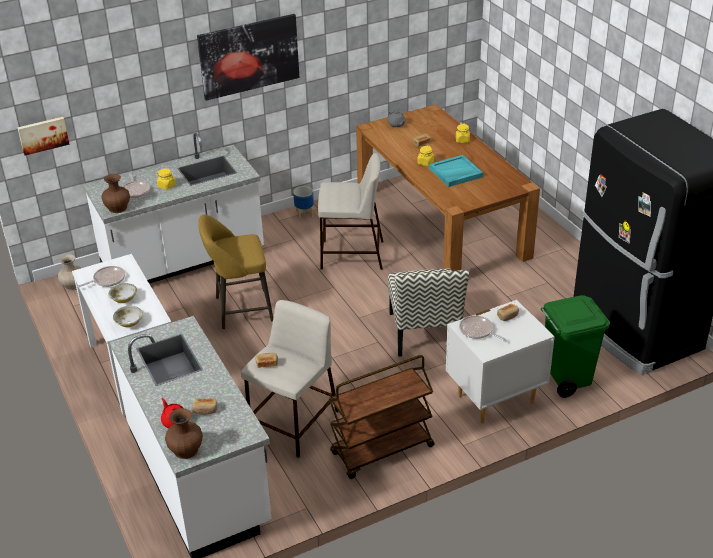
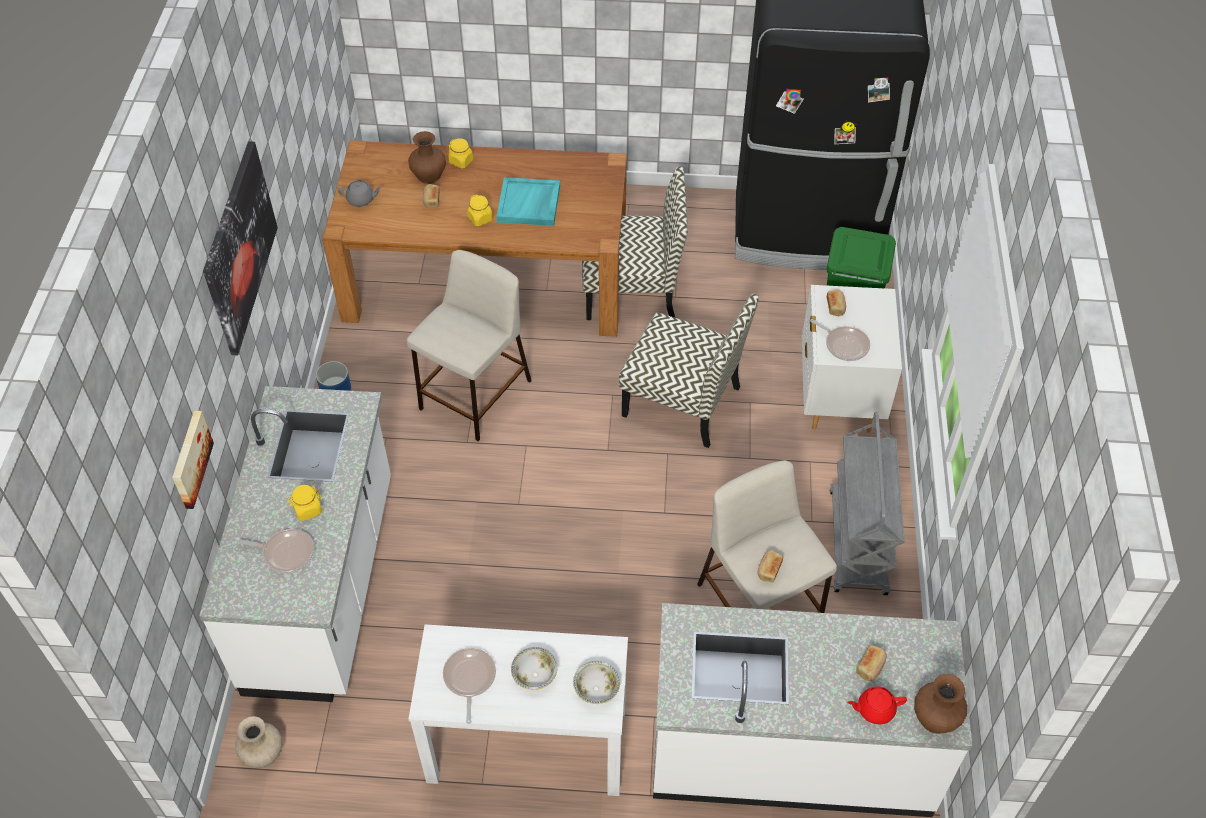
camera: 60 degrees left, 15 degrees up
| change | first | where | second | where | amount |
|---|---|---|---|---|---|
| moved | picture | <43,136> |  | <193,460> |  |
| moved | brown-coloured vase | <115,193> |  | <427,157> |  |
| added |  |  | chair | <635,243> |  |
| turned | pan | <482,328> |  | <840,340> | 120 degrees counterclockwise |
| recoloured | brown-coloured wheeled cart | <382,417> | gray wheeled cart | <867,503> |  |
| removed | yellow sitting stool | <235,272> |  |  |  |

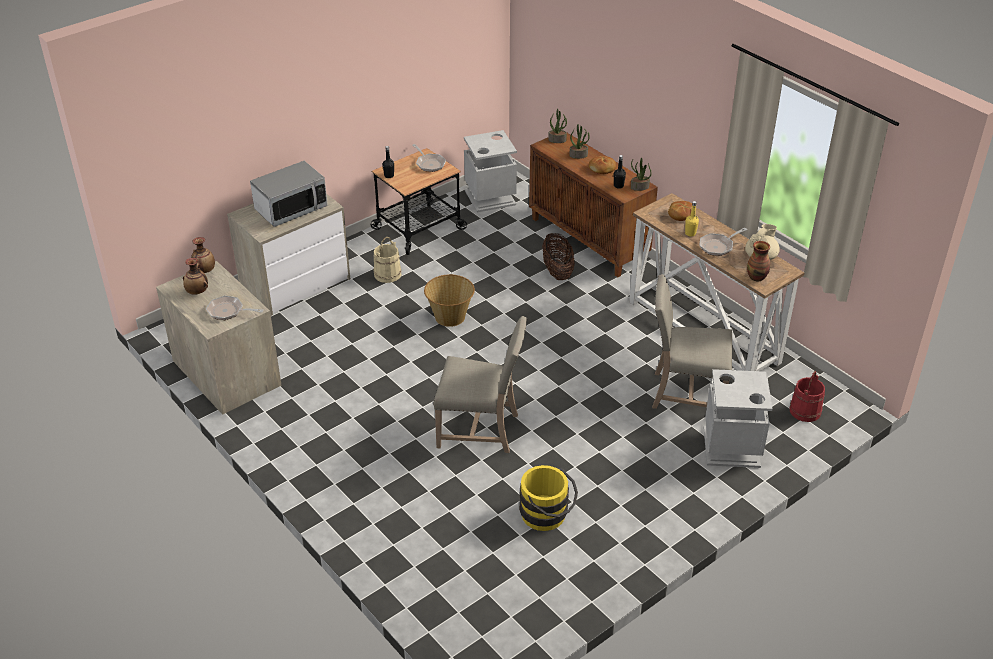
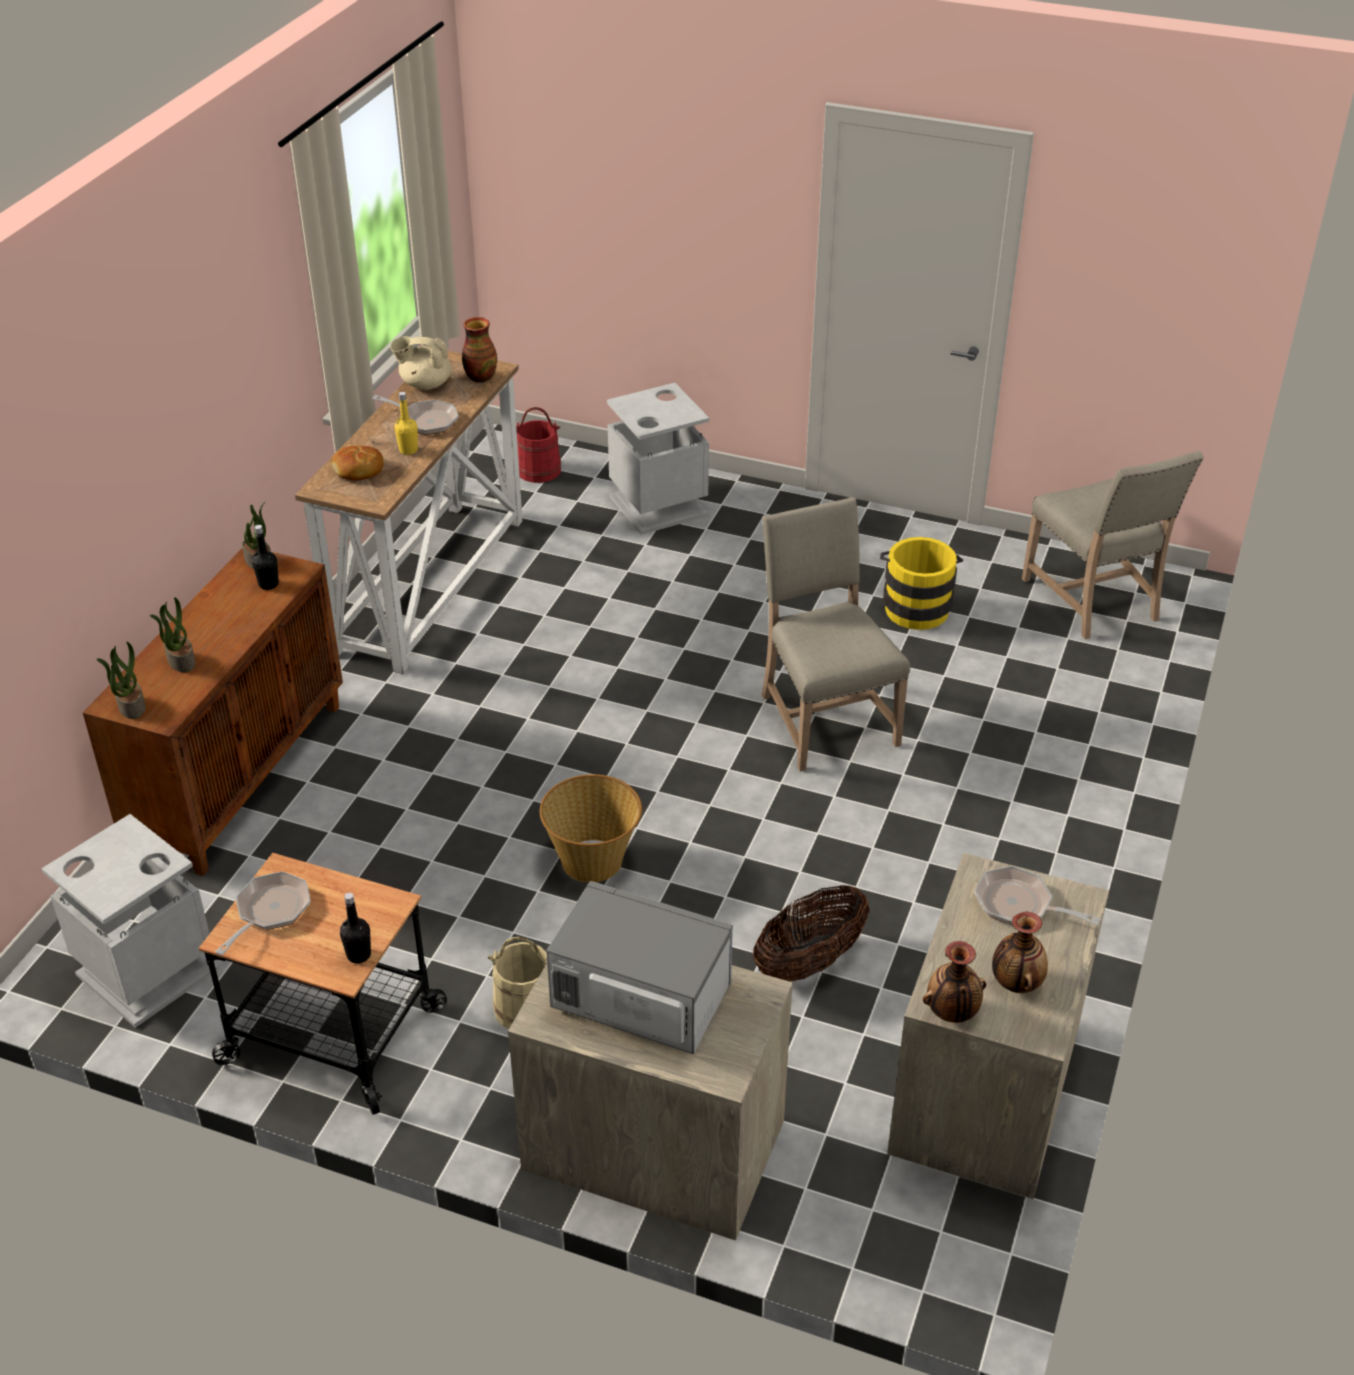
camera: 120 degrees left, 0 degrees up
| change | first | where | second | where | amount |
|---|---|---|---|---|---|
| moved | household basket | <558,256> |  | <811,933> |  |
| turned | pan | <234,308> |  | <1037,895> | 135 degrees clockwise |
| moved | sand-coloured chair | <692,341> |  | <1113,545> |  |
| removed | baked bread | <602,165> |  |  |  |

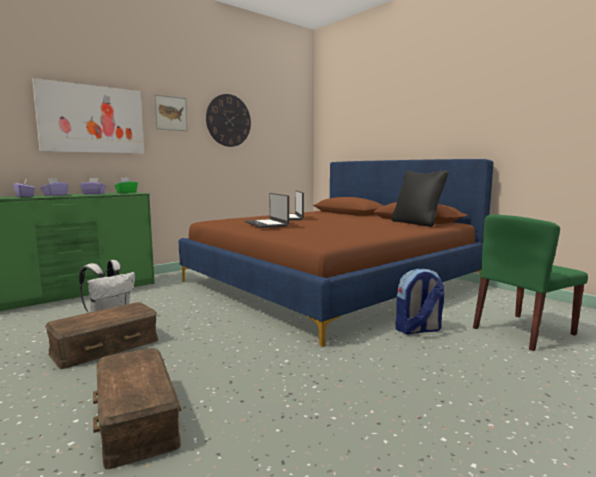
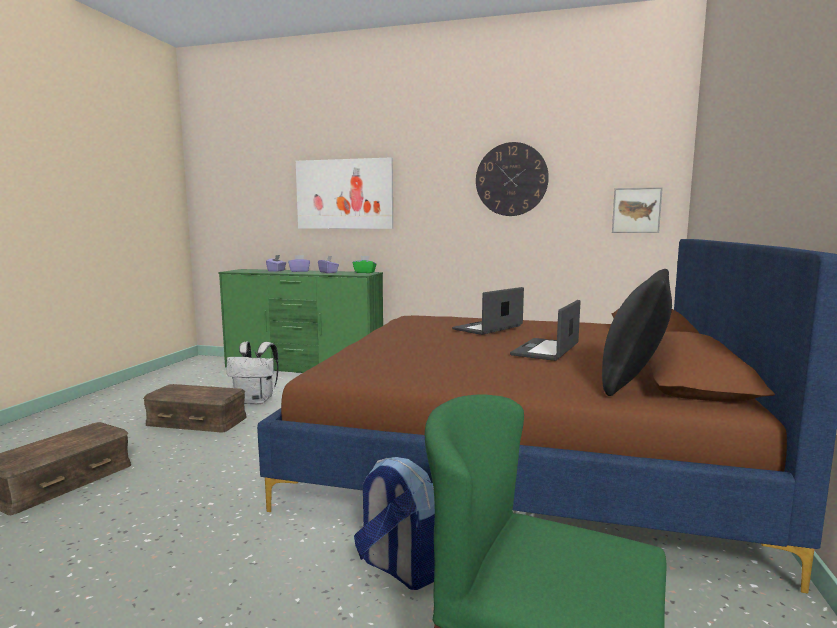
camera: 55 degrees right, 0 degrees up
| change | first | where | second | where | amount |
|---|---|---|---|---|---|
| moved | portable computer | <267,210> |  | <545,330> |  |
| moved | picture | <171,112> |  | <637,210> |  |

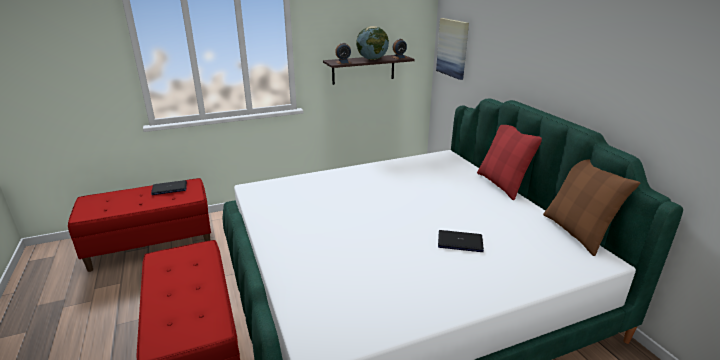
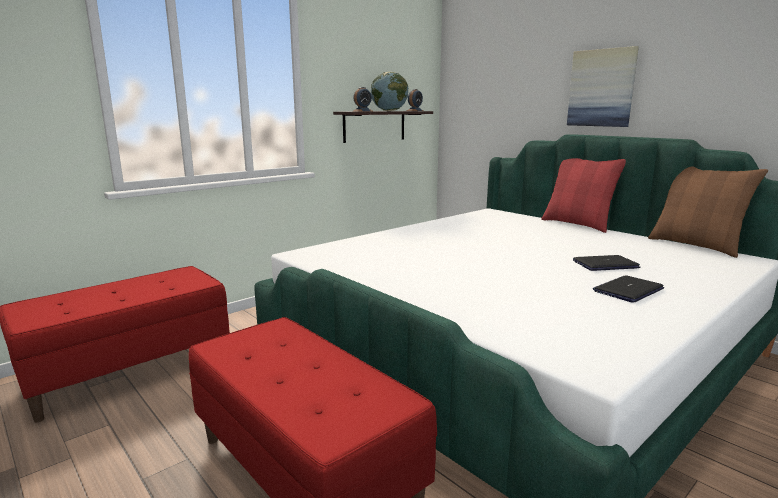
camera: 20 degrees left, 10 degrees down
| change | first | where | second | where | amount |
|---|---|---|---|---|---|
| moved | picture | <452,49> |  | <603,86> |  |
| moved | portable computer | <169,187> |  | <628,289> |  |

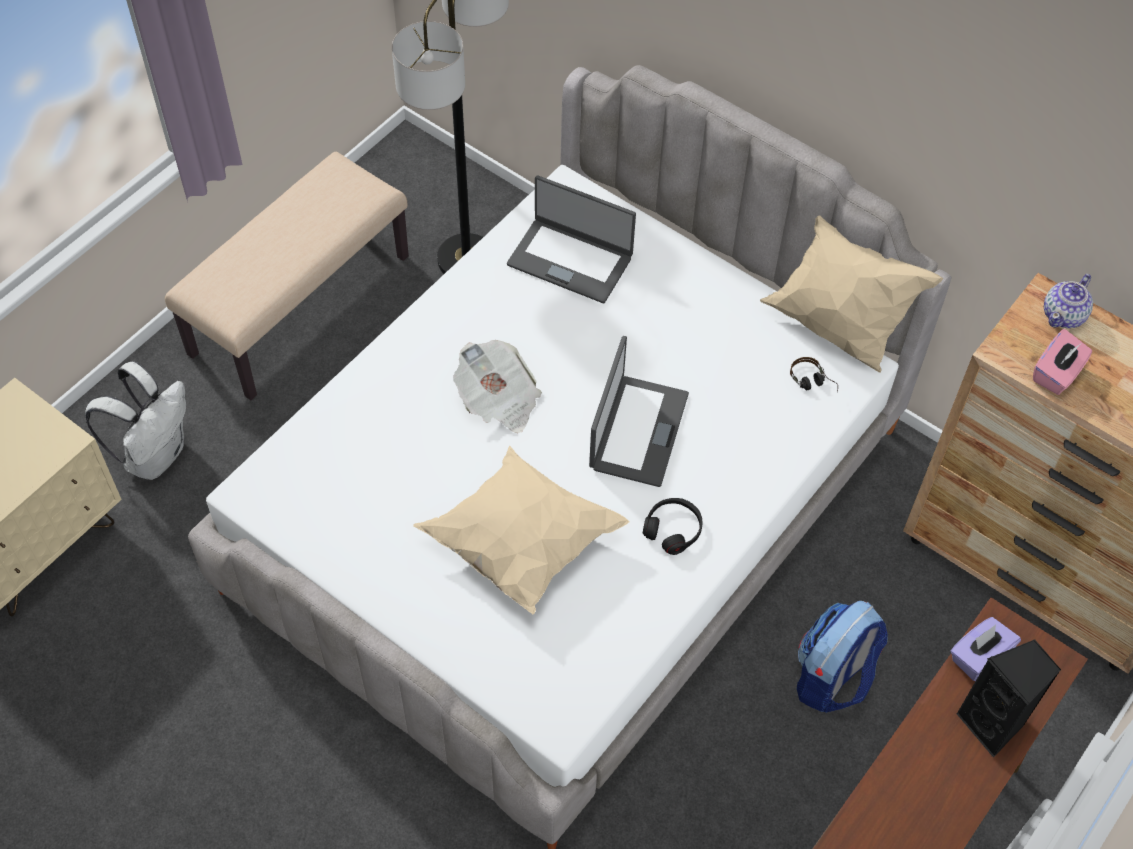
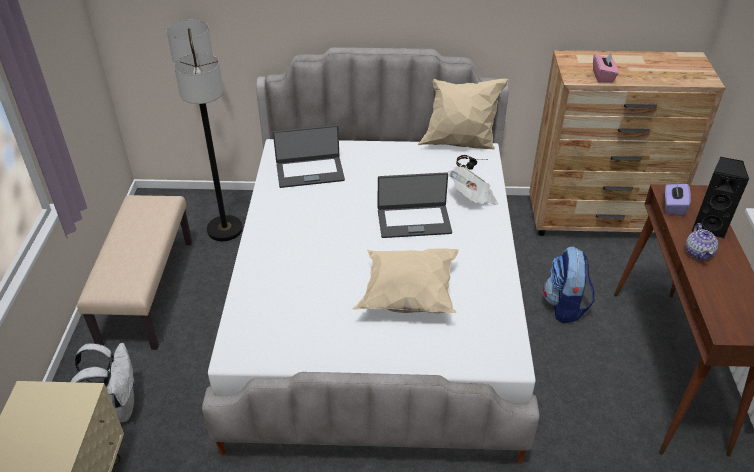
camera: 35 degrees left, 15 degrees down
| change | first | where | second | where | amount |
|---|---|---|---|---|---|
| turned | portable computer | <639,411> |  | <415,205> | 105 degrees clockwise |
| moved | daily paper | <497,386> |  | <473,186> |  |
| moved | tea pot | <1068,301> |  | <701,242> |  |
| removed | black headset | <672,526> |  |  |  |

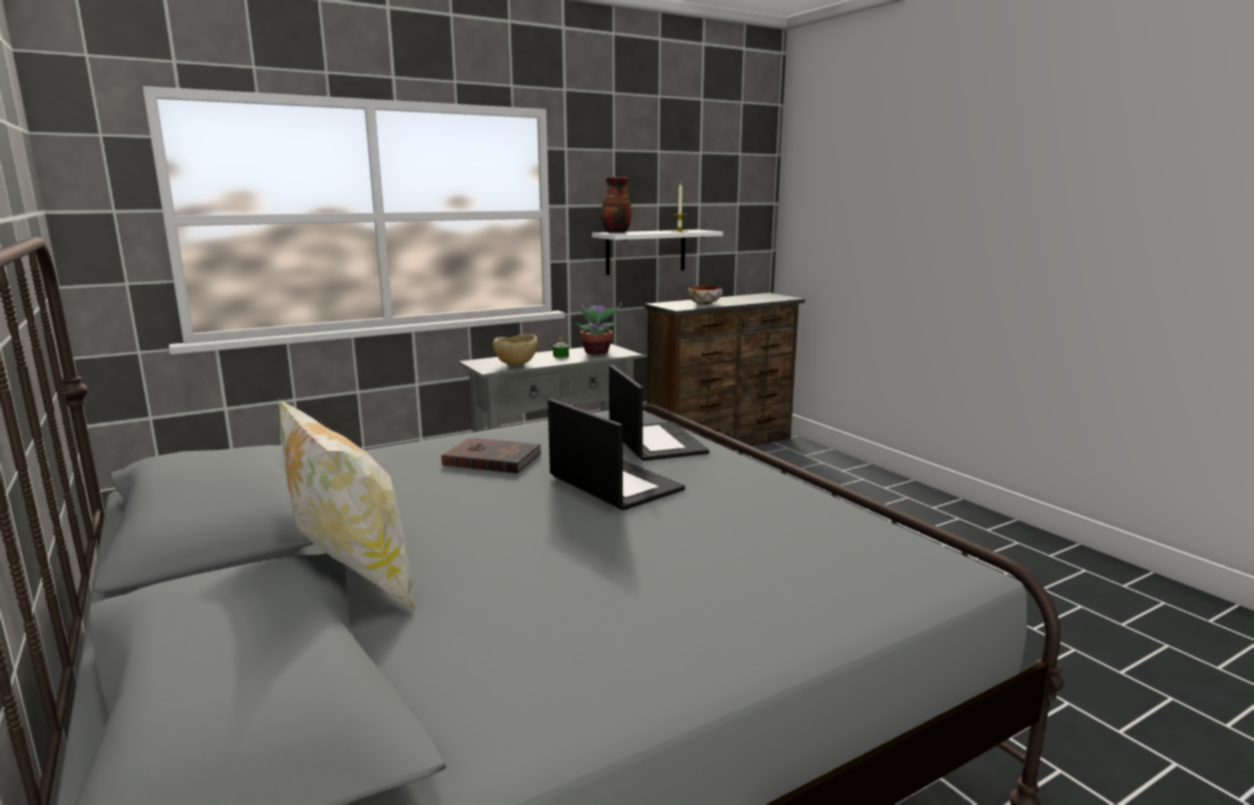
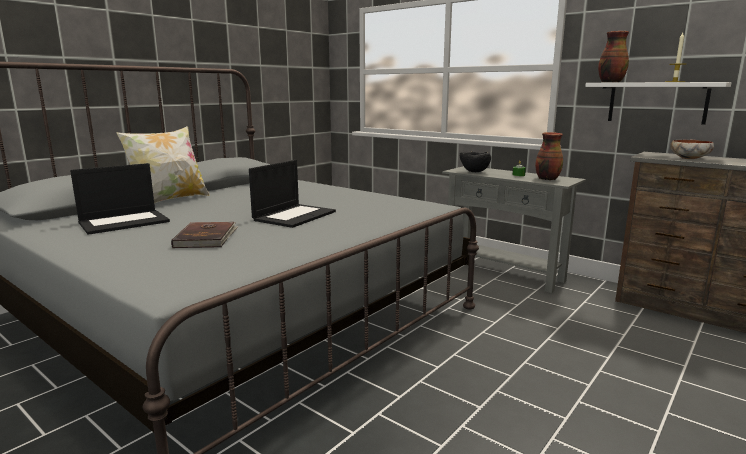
camera: 70 degrees right, 0 degrees up
| change | first | where | second | where | amount |
|---|---|---|---|---|---|
| moved | portable computer | <659,413> |  | <120,199> |  |
| moved | brown-coloured volume | <491,455> |  | <205,235> |  |
| recoloured | sand-coloured bowl | <515,350> | black bowl | <475,161> |  |
| replaced | potted plant | <599,326> | vase | <549,156> |  |

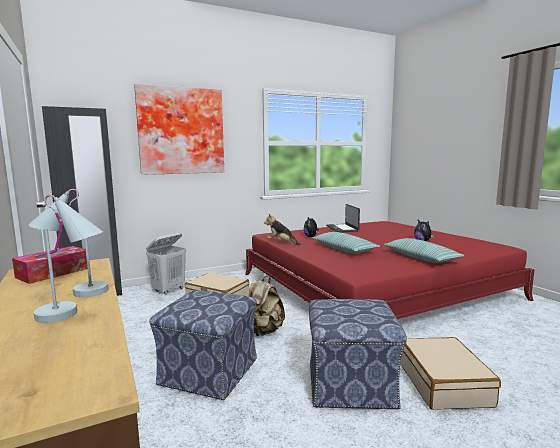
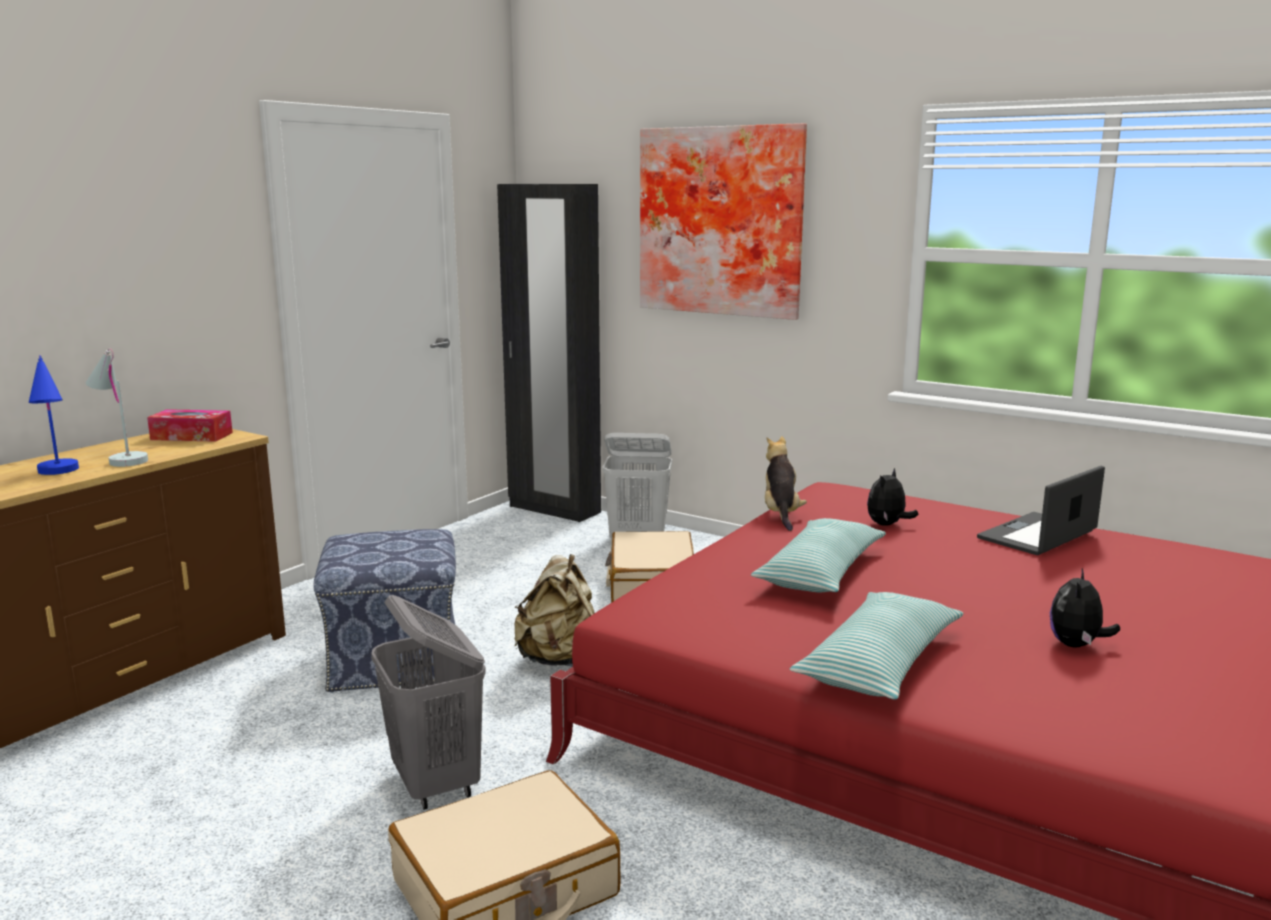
camera: 60 degrees right, 5 degrees up
| change | first | where | second | where | amount |
|---|---|---|---|---|---|
| recoloured | white-coloured table lamp | <68,259> | blue-coloured table lamp | <54,415> |  |
| replaced | pouffe | <358,354> | gray hamper | <428,702> |  |

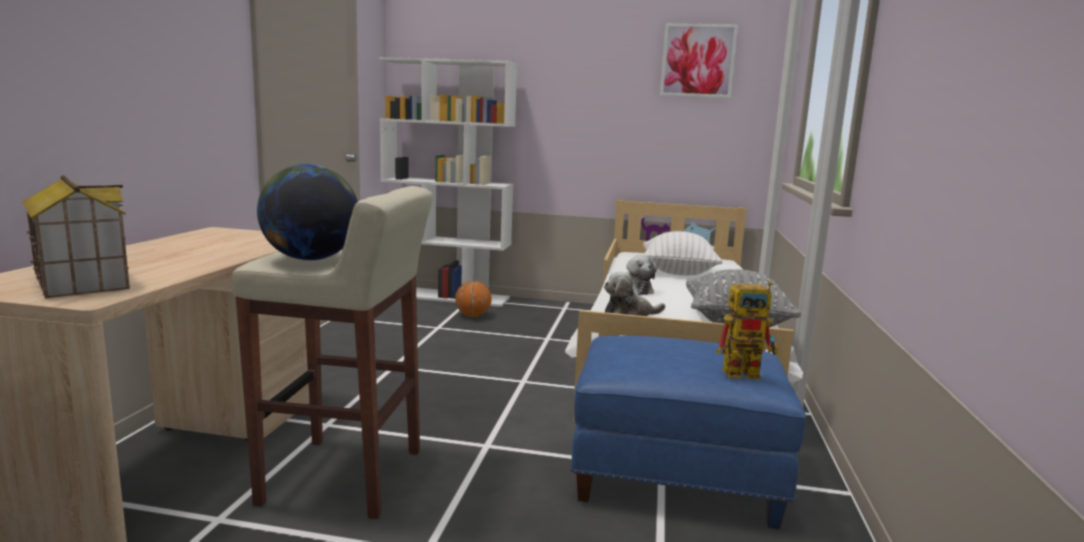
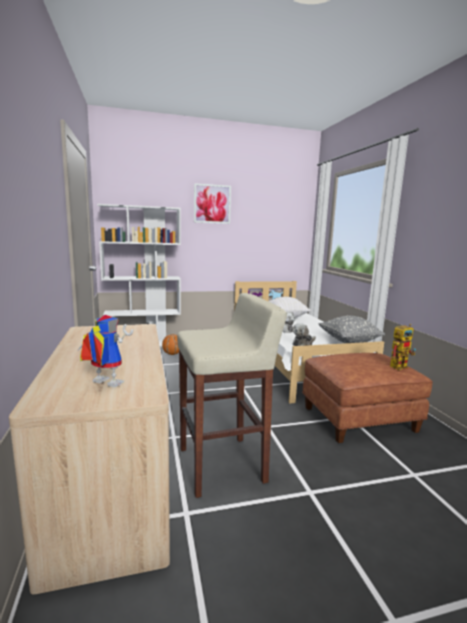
camera: 25 degrees left, 0 degrees up
| change | first | where | second | where | amount |
|---|---|---|---|---|---|
| replaced | model house | <76,236> | model robot | <105,351> |  |
| moved | picture | <699,60> |  | <212,203> |  |
| recoloured | blue-coloured pouffe | <688,432> | brown-coloured pouffe | <367,398> |  |
| removed | world globe | <307,212> |  |  |  |

